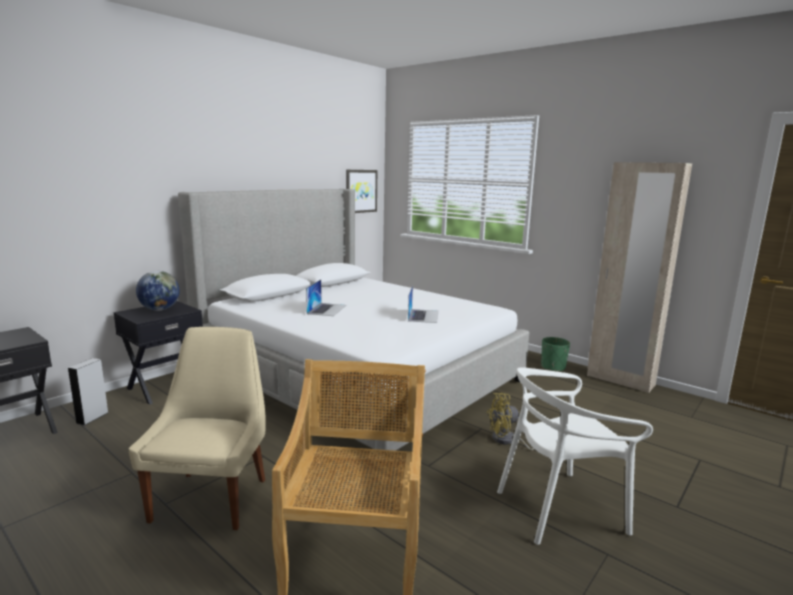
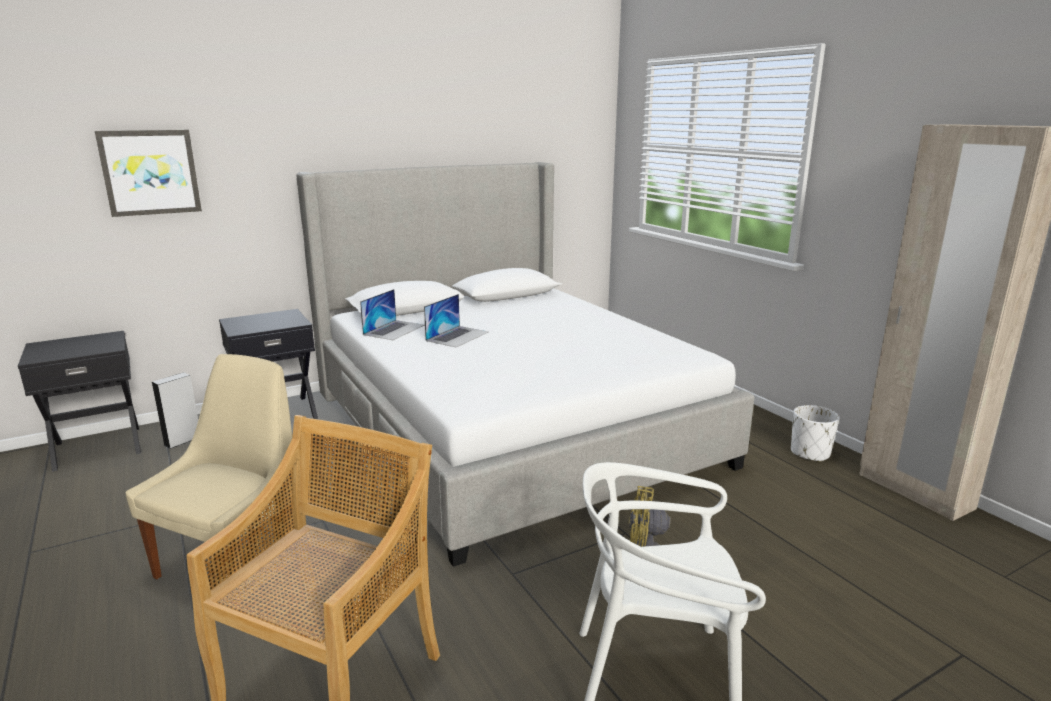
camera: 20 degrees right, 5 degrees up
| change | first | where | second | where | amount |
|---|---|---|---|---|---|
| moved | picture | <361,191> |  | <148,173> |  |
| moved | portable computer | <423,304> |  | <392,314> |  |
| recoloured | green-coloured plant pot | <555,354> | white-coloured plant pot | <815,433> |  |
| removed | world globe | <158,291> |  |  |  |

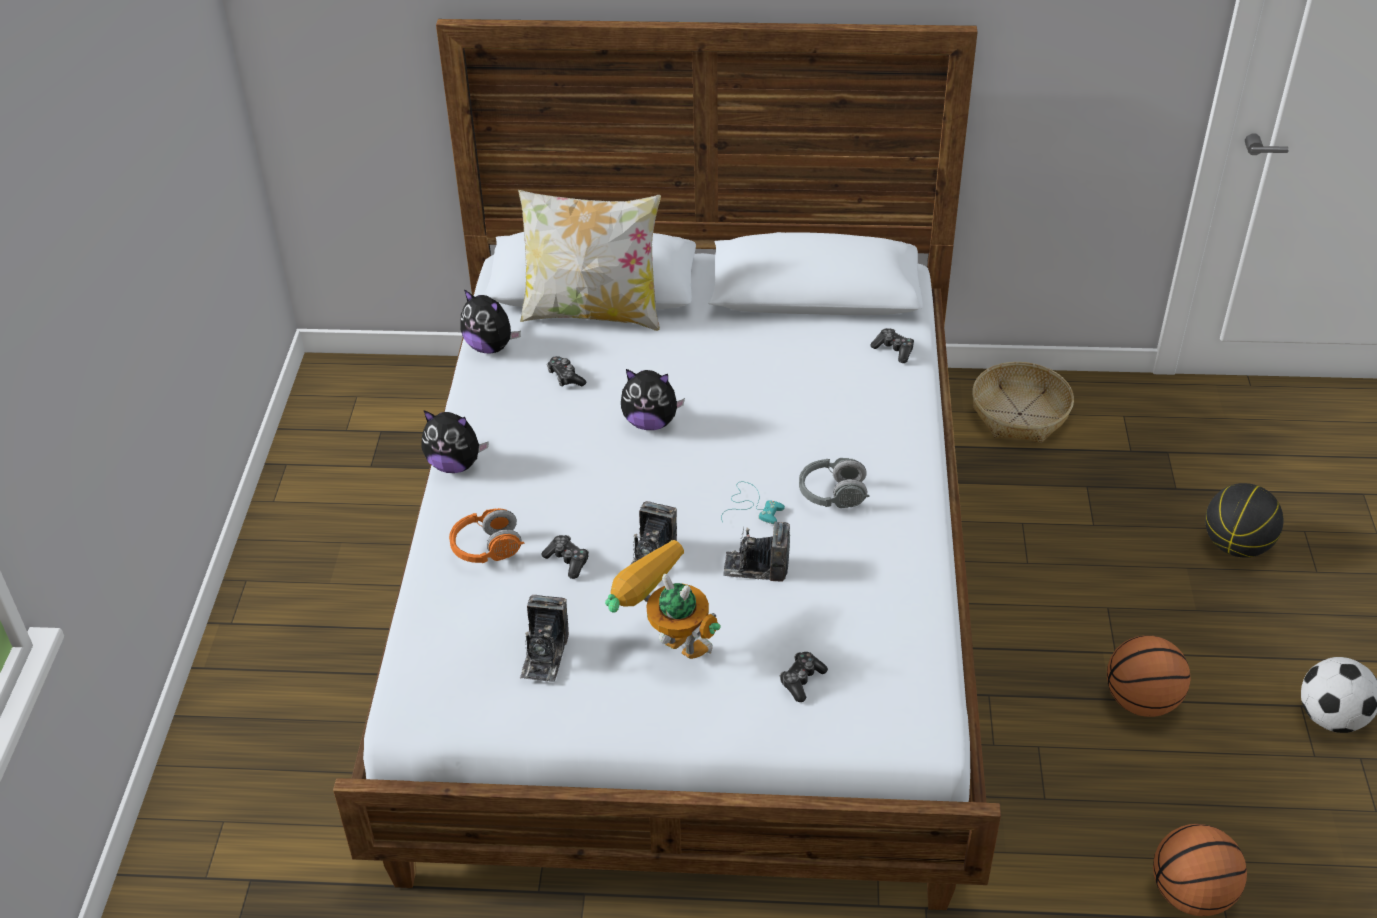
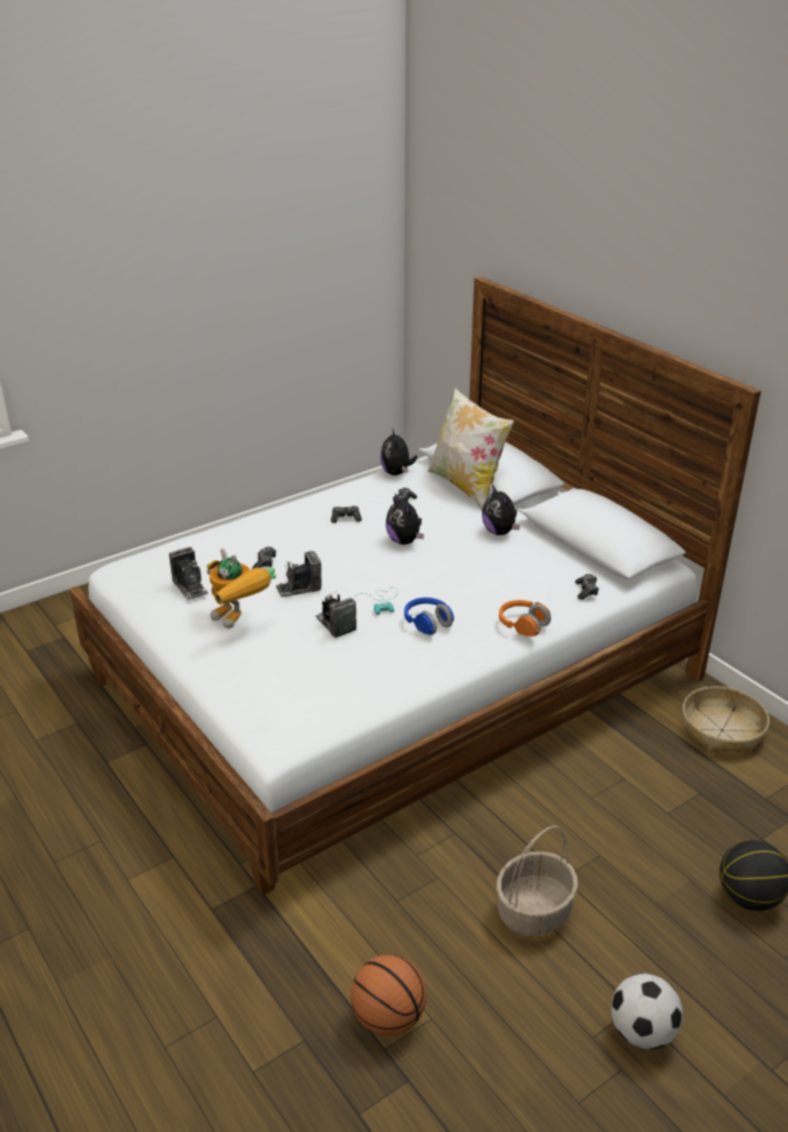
camera: 50 degrees right, 10 degrees down
| change | first | where | second | where | amount |
|---|---|---|---|---|---|
| turned | photo camera | <544,638> |  | <189,573> | 90 degrees counterclockwise |
| turned | model robot | <663,599> |  | <241,588> | 135 degrees clockwise |
| moved | joypad | <804,677> |  | <346,514> |  |
| recoloured | gray headset | <834,483> | blue-coloured headset | <429,616> |  |
| moved | cuddly toy | <455,441> |  | <501,509> |  |
| replaced | ball for basketball | <1148,676> | household basket | <537,881> |  |
| moved | orange-coloured headset | <486,535> |  | <525,618> |  |

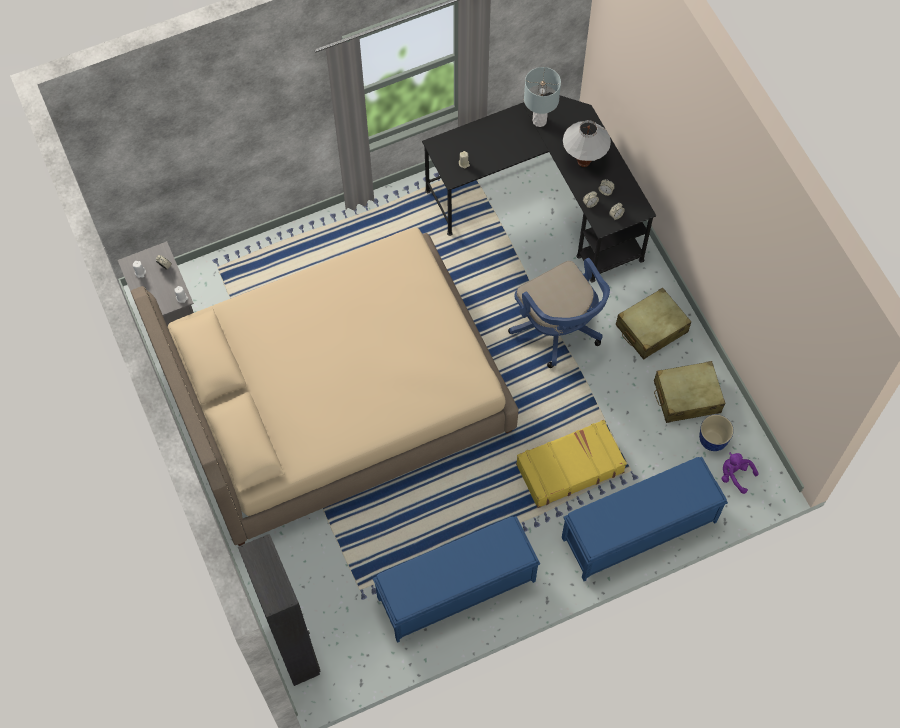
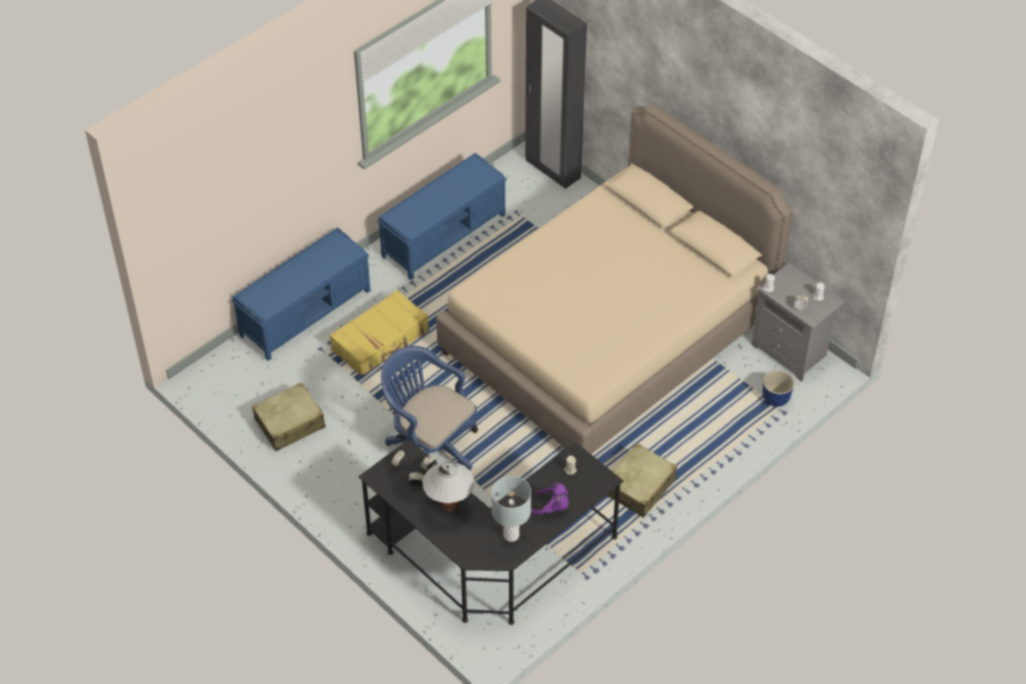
camera: 160 degrees right, 15 degrees down
| change | first | where | second | where | amount |
|---|---|---|---|---|---|
| moved | purple-coloured cuddly toy | <740,473> |  | <550,499> |  |
| moved | sand-coloured suitcase | <653,323> |  | <642,480> |  |
| moved | plant pot | <716,433> |  | <778,388> |  |

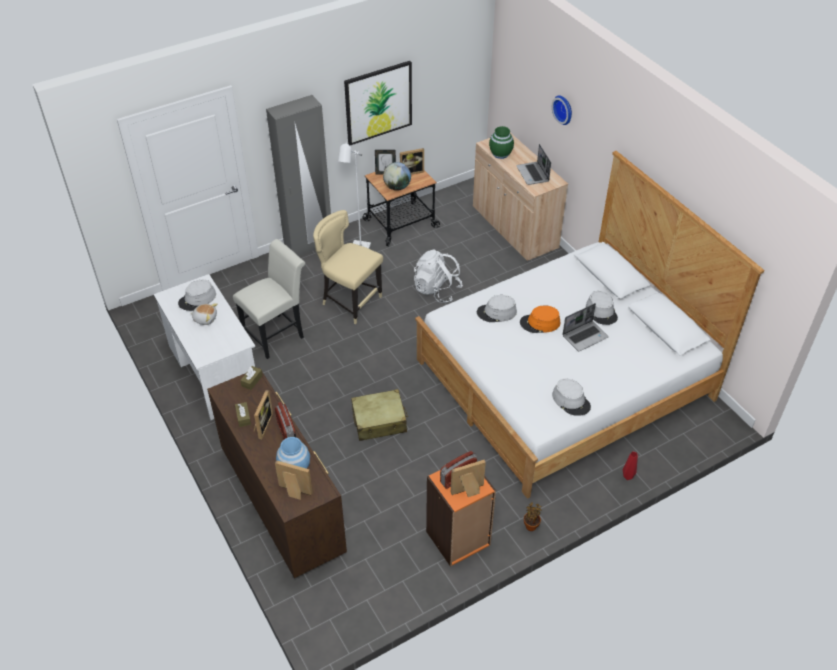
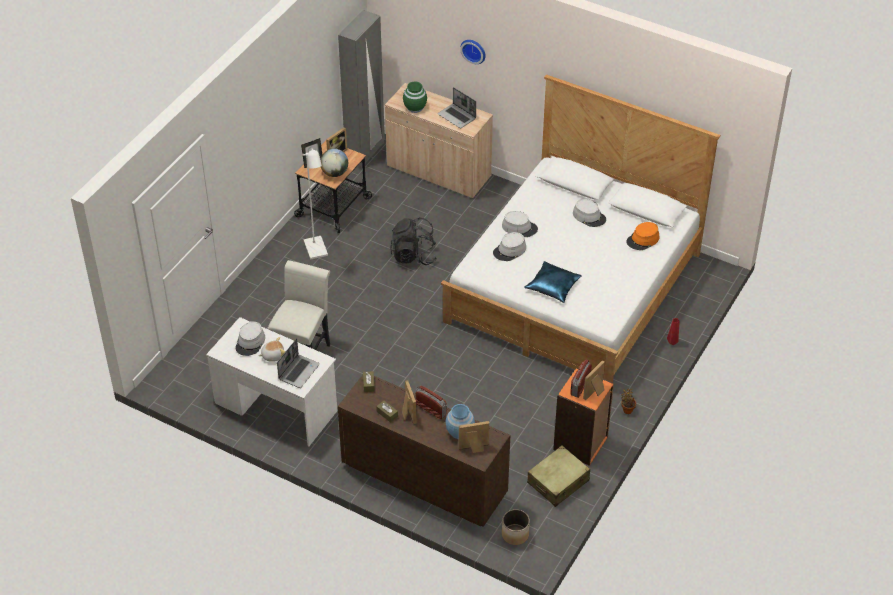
camera: 30 degrees left, 0 degrees up
| change | first | where | second | where | amount |
|---|---|---|---|---|---|
| moved | portable computer | <585,327> |  | <298,363> |  |
| moved | gray wardrobe | <298,175> |  | <361,89> |  |
| recoloured | white-coloured backpack | <438,276> | black backpack | <413,241> |  |
| moved | gray hat | <571,397> |  | <520,224> |  |
| added |  |  | plant pot | <516,527> |  |
| added |  |  | blue-coloured pillow | <553,282> |  |
| moved | sand-coloured suitcase | <379,415> |  | <558,476> |  |
| moved | orange-coloured hat | <540,319> |  | <642,236> |  |
| removed | sand-coloured chair | <348,267> |  |  |  |
| removed | picture | <378,103> |  |  |  |

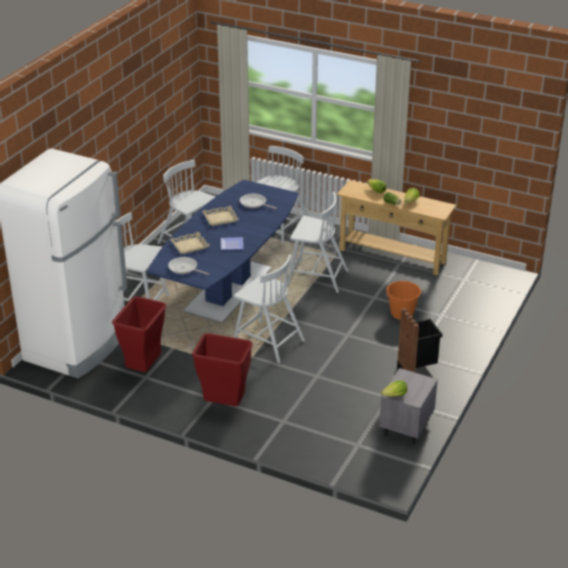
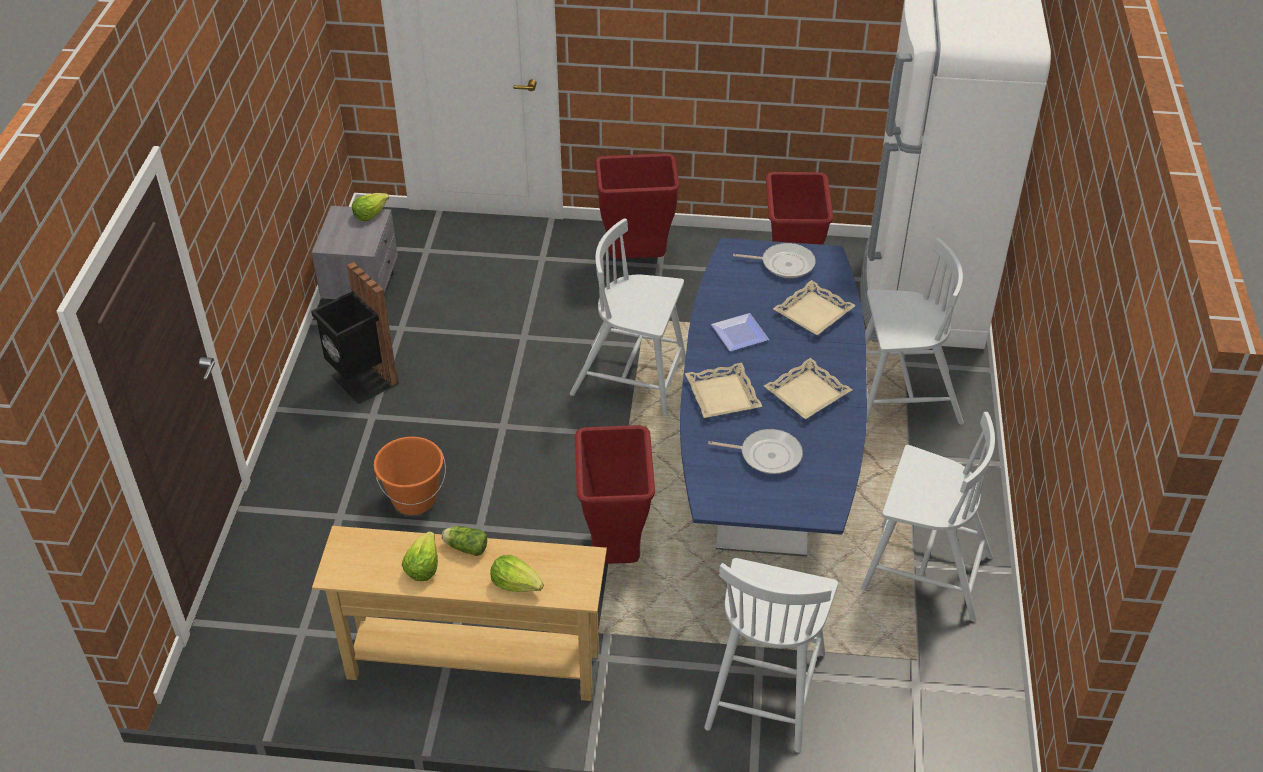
camera: 160 degrees right, 10 degrees up
| change | first | where | second | where | amount |
|---|---|---|---|---|---|
| replaced | white-coloured chair | <318,242> | red-coloured trash can | <615,494> |  |
| added |  |  | sand-coloured carrying tray | <723,390> |  |

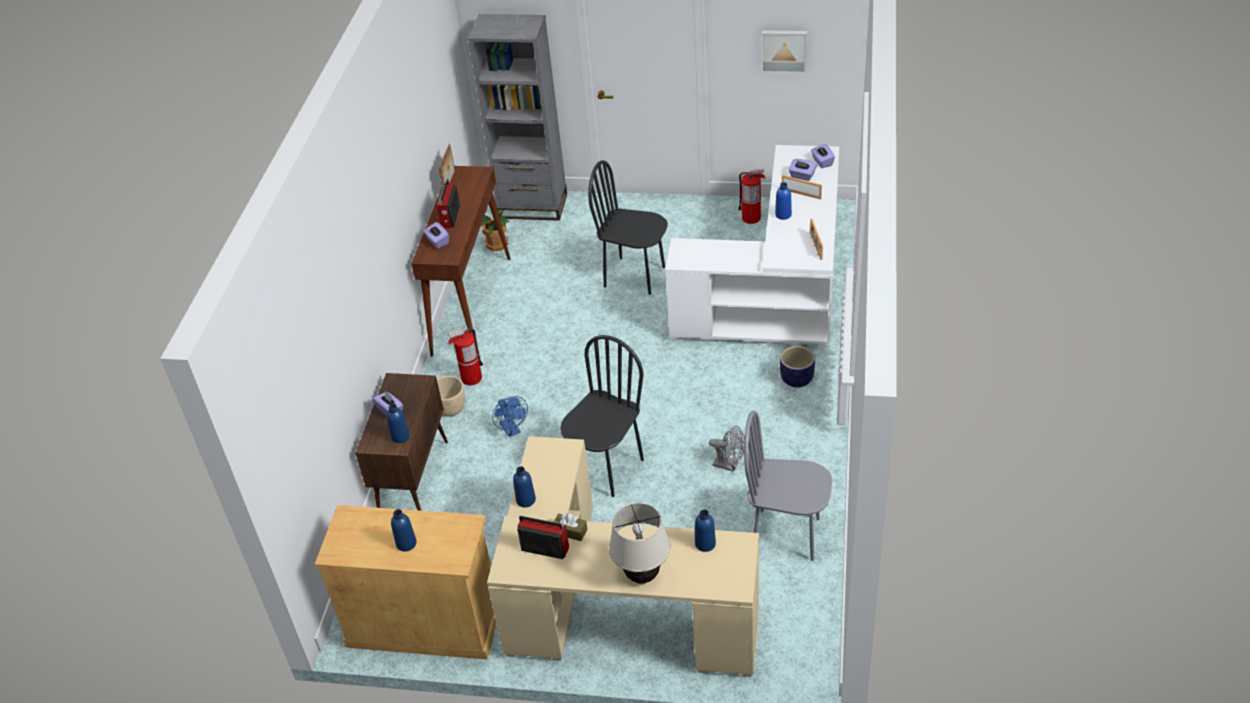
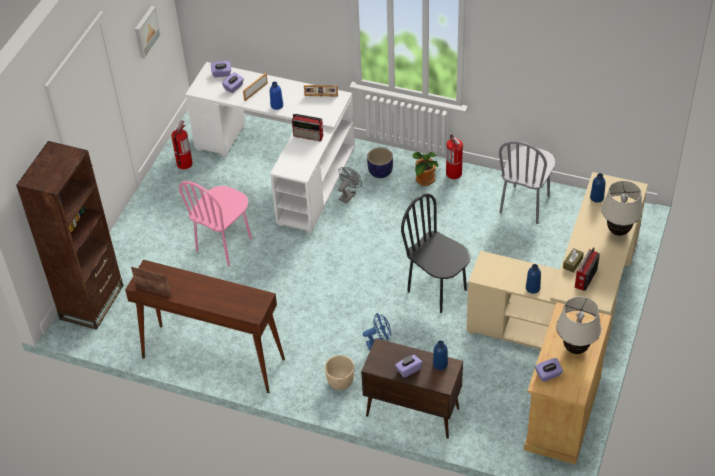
camera: 80 degrees left, 5 degrees up
| change | first | where | second | where | amount |
|---|---|---|---|---|---|
| recoloured | gray bookcase | <517,117> | brown-coloured bookcase | <69,235> |  |
| recoloured | black chair | <628,227> | pinkish chair | <215,223> |  |
| moved | radio | <448,203> |  | <308,128> |  |
| moved | gray fan | <727,449> |  | <350,185> |  |
| moved | potted plant | <495,230> |  | <425,169> |  |
| moved | fire-fighting cylinder | <465,356> |  | <454,156> |  |
| moved | purple-coloured tissue box | <436,235> |  | <549,370> |  |
| replaced | blue-coloured drink bottle | <404,530> | sand-coloured table lamp | <578,325> |  |

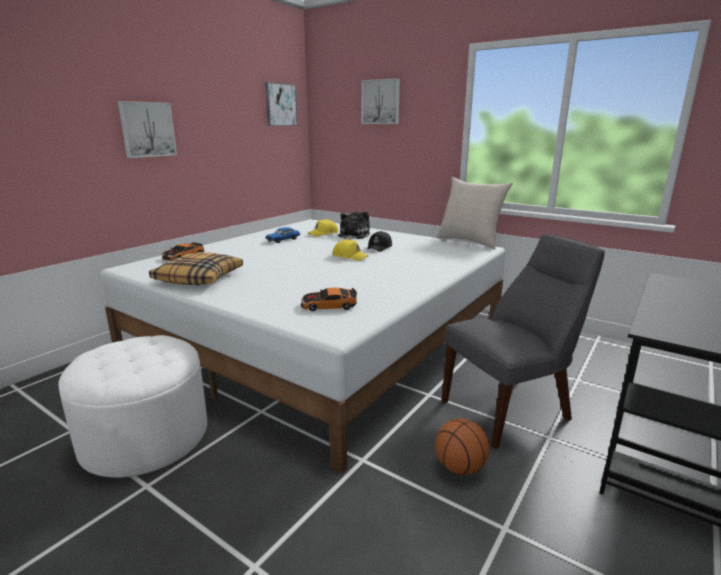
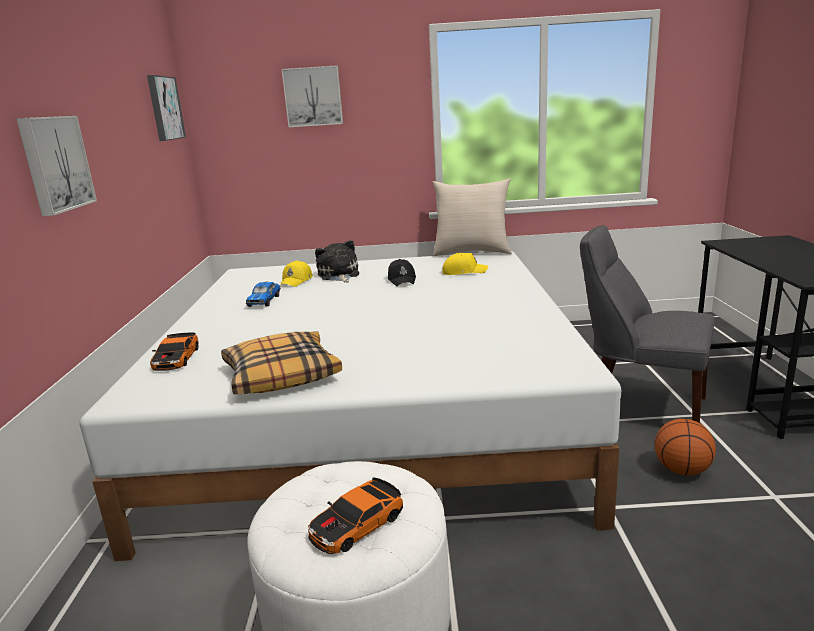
camera: 35 degrees left, 0 degrees up
| change | first | where | second | where | amount |
|---|---|---|---|---|---|
| moved | toy car | <329,299> |  | <355,515> |  |
| moved | yellow baseball cap | <351,250> |  | <465,264> |  |
| turned | gray chair | <523,341> |  | <647,324> | 90 degrees counterclockwise |

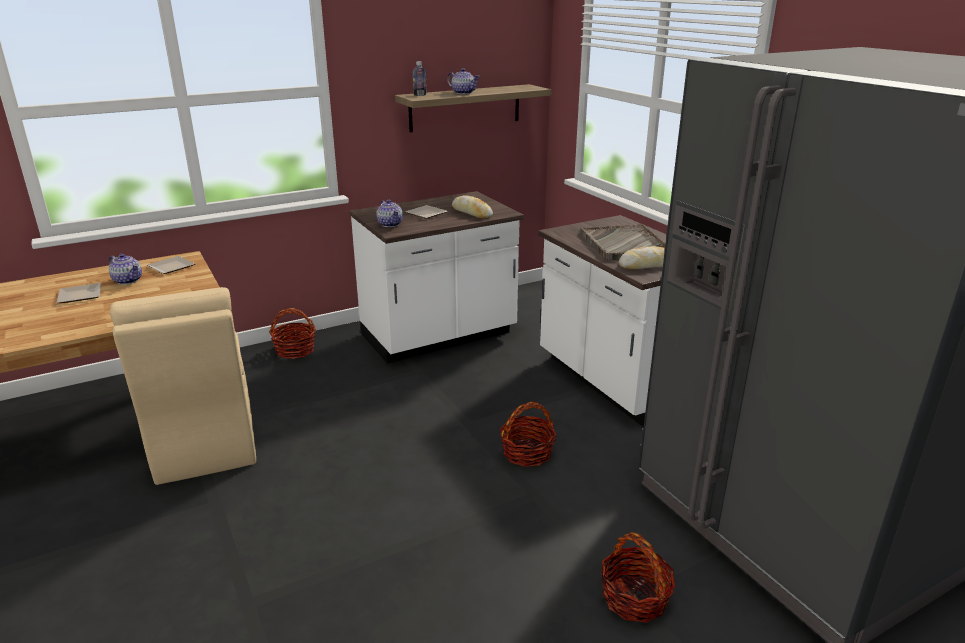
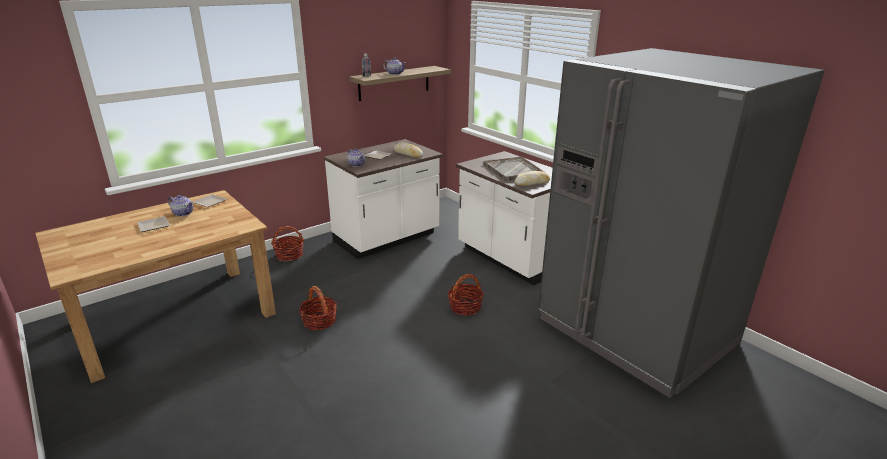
camera: 10 degrees left, 0 degrees up
| change | first | where | second | where | amount |
|---|---|---|---|---|---|
| moved | household basket | <638,577> |  | <318,308> |  |
| removed | sand-coloured chair | <183,386> |  |  |  |

